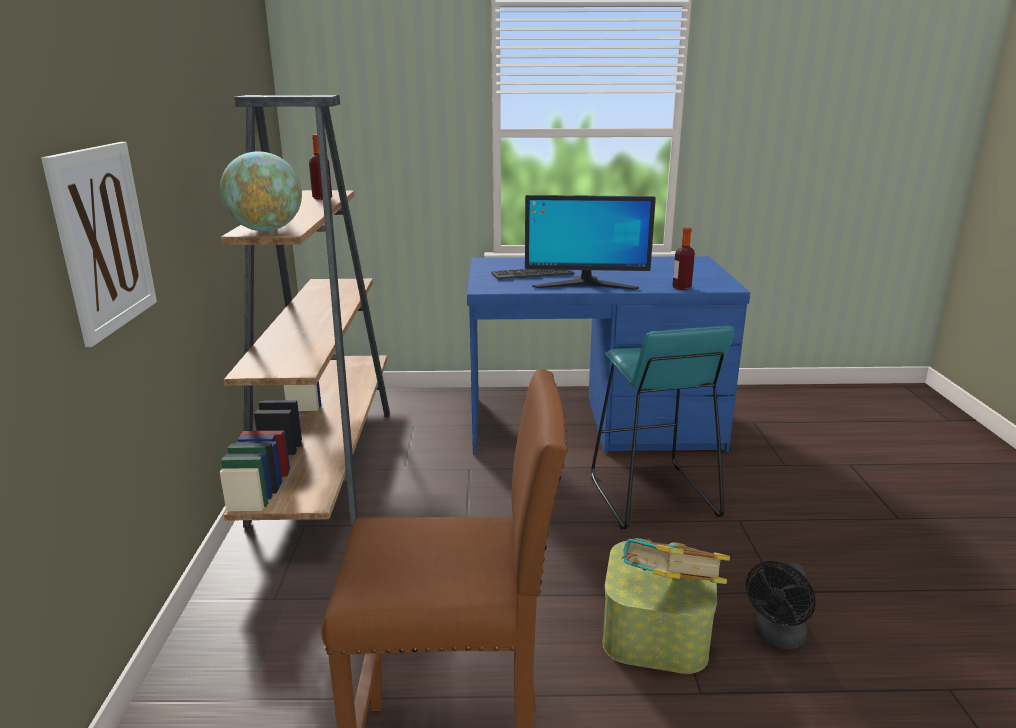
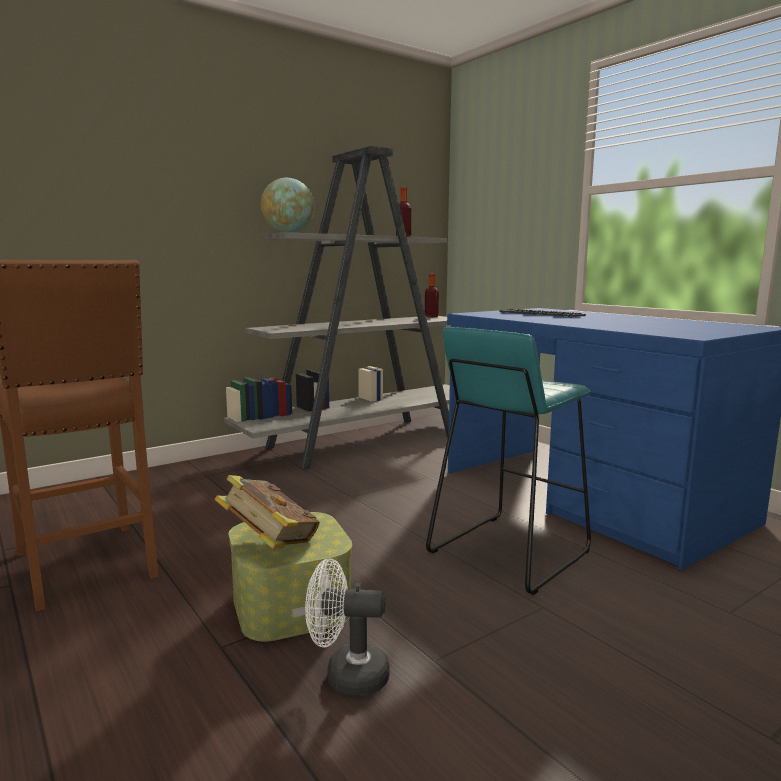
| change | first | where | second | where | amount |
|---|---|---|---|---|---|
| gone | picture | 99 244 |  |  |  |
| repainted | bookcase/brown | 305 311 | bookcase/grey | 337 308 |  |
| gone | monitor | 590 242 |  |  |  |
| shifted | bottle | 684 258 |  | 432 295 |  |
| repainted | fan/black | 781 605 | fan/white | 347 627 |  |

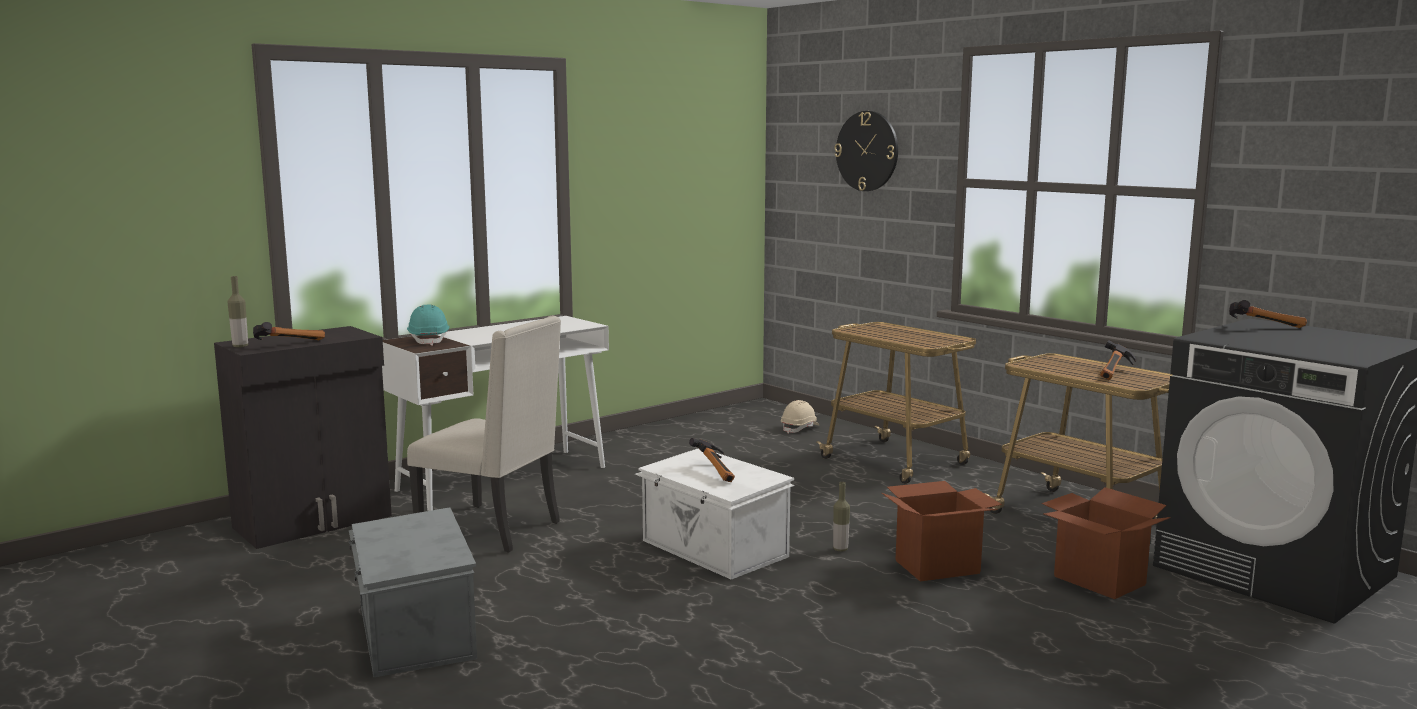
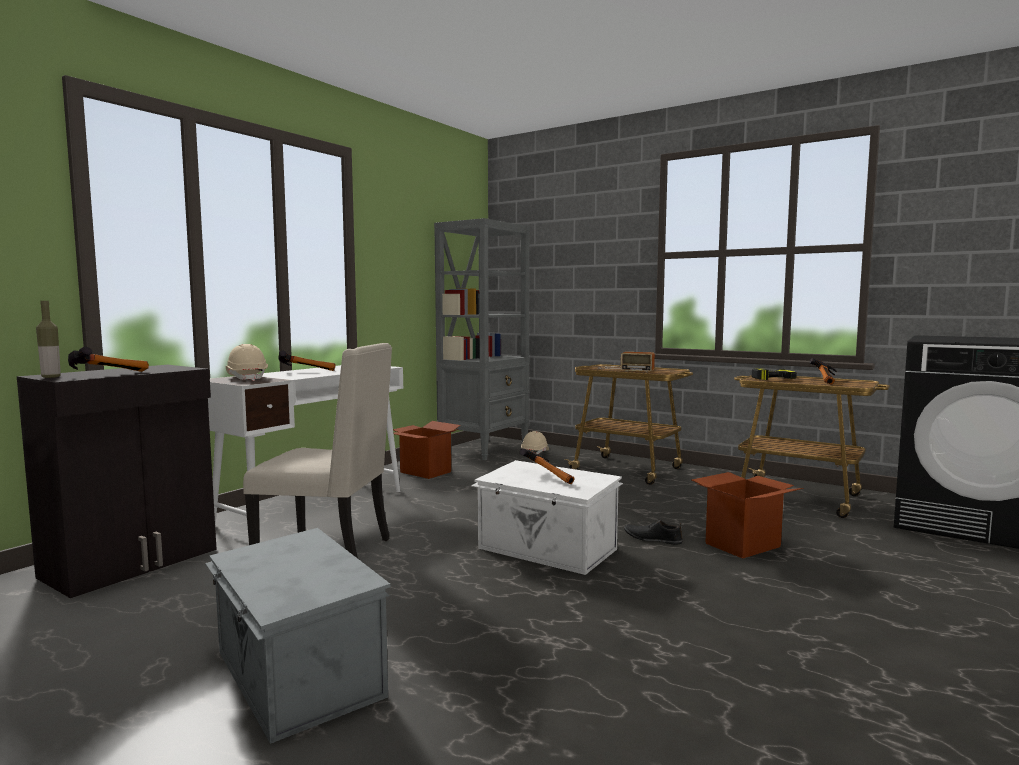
| change | first | where | second | where | amount |
|---|---|---|---|---|---|
| repainted | hard hat/turquoise | 428 325 | hard hat/beige | 247 362 |  |
| swapped | bottle | 841 516 | shoe/black | 653 532 |  |
| gone | wall clock | 866 151 |  |  |  |
| shifted | cardboard box | 1106 543 |  | 427 450 |  |
| shifted | hammer | 1268 314 |  | 307 361 |  |
| new |  |  | bookcase/grey | 482 339 |  |
| new |  |  | radio | 626 362 |  |
| new |  |  | power drill | 774 374 |  |

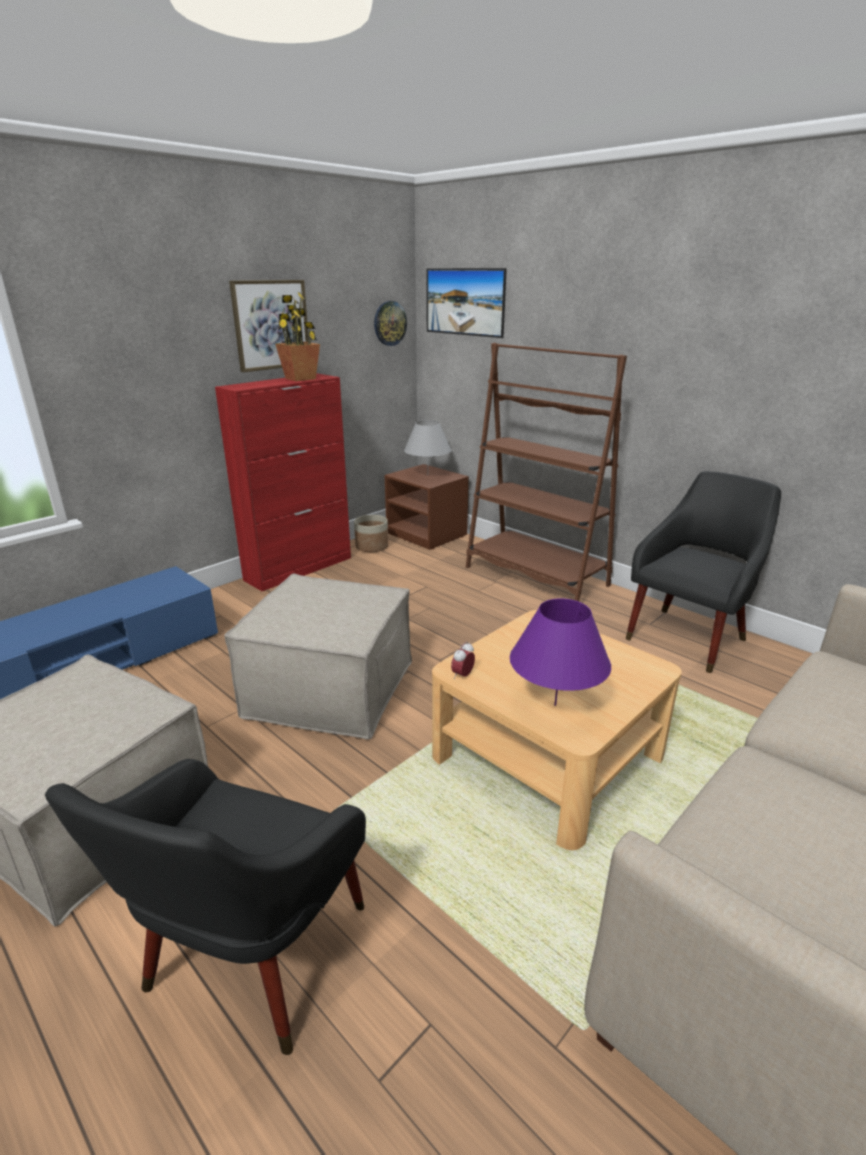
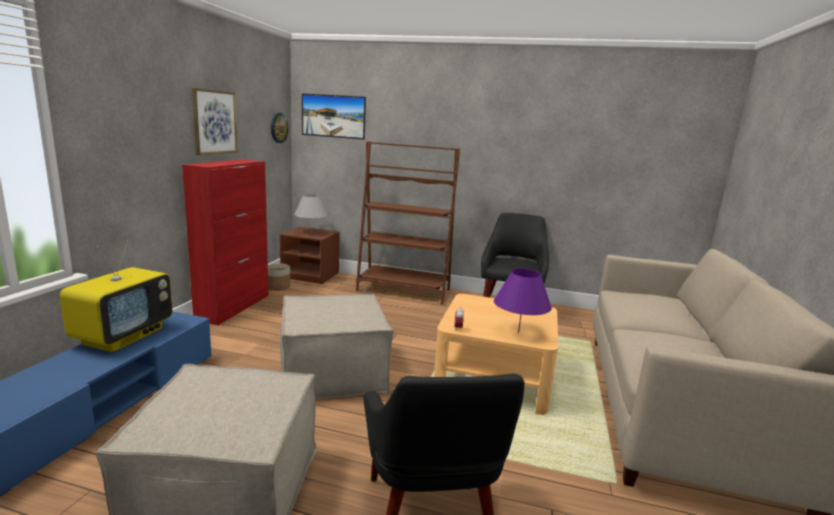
| change | first | where | second | where | amount |
|---|---|---|---|---|---|
| gone | potted plant | 297 336 |  |  |  |
| new |  |  | television | 116 296 |  |

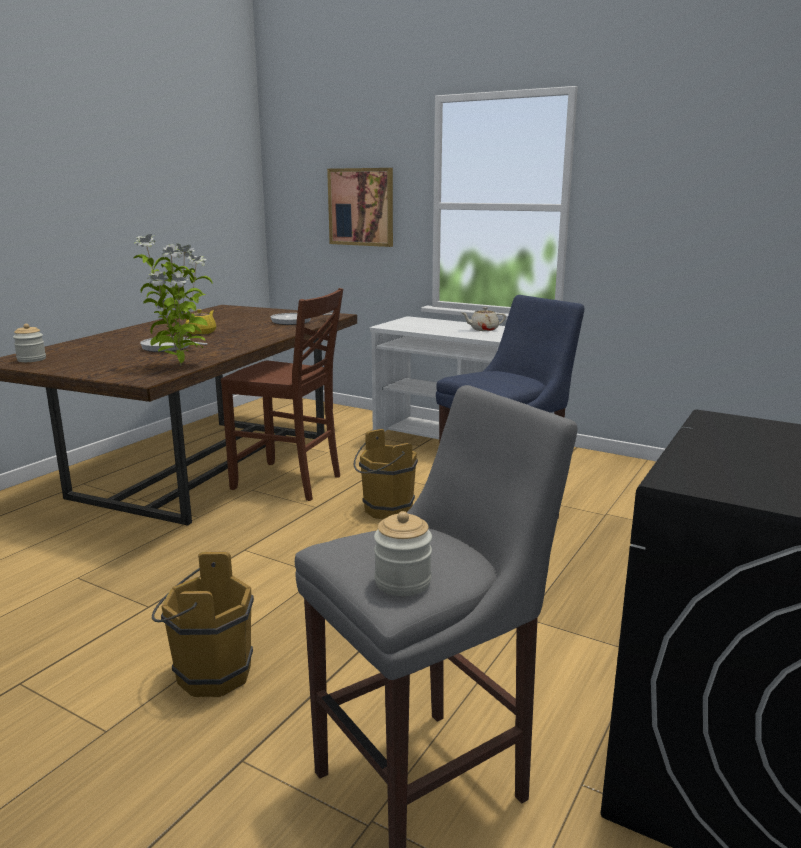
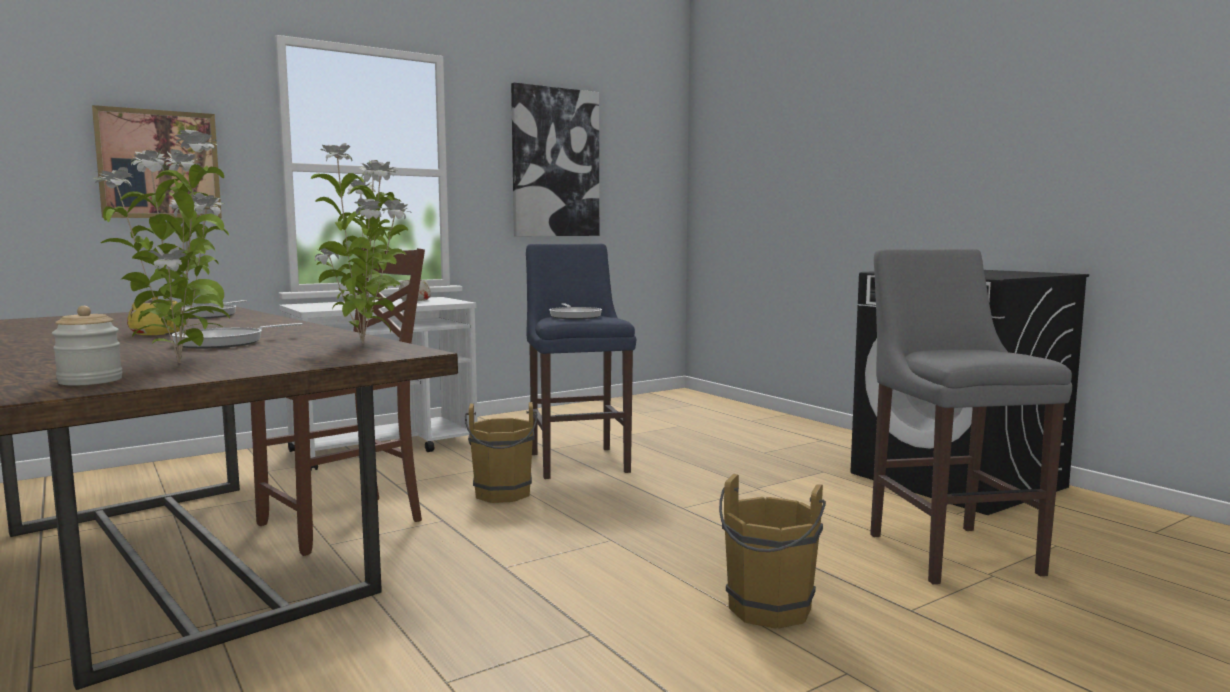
| change | first | where | second | where | amount |
|---|---|---|---|---|---|
| gone | jar | 403 553 |  |  |  |
| new |  |  | potted plant | 162 246 |  |
| new |  |  | picture | 555 159 |  |
| new |  |  | frying pan | 575 311 |  |

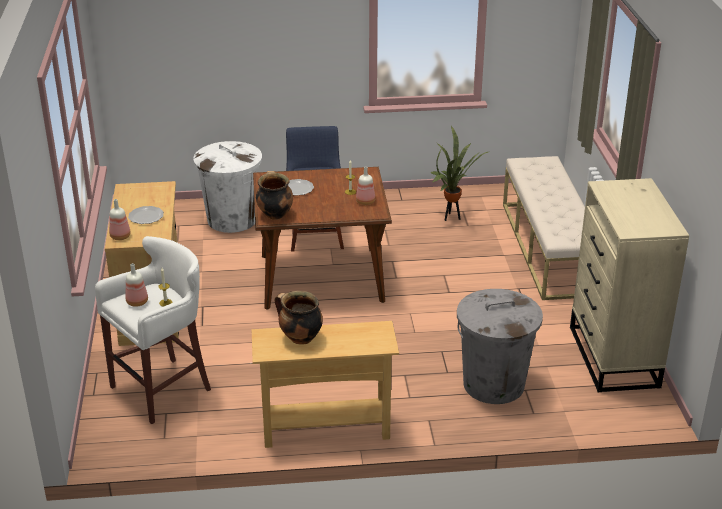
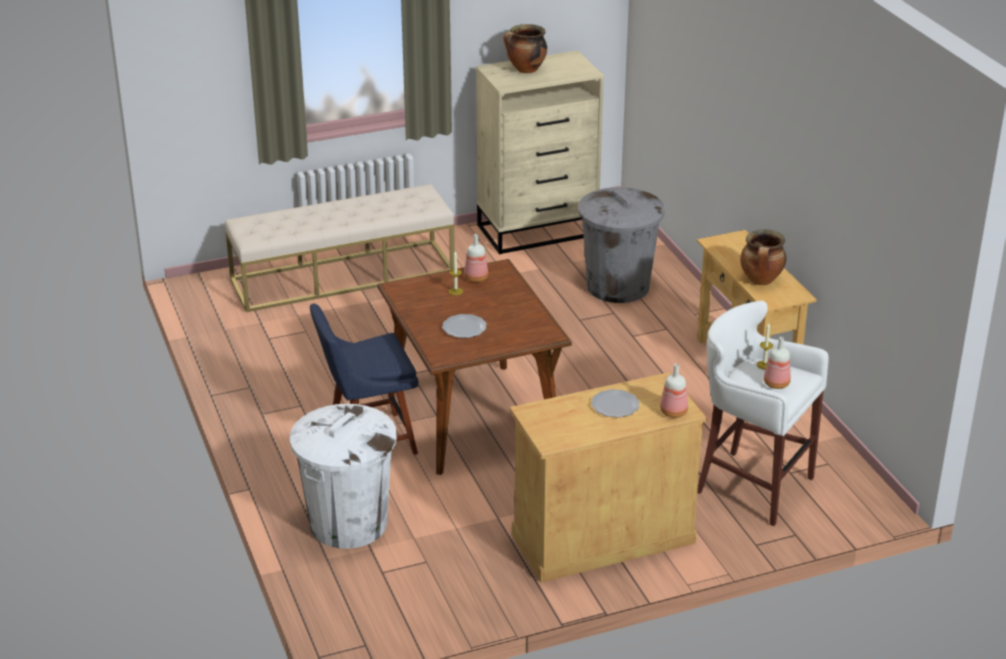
| change | first | where | second | where | amount |
|---|---|---|---|---|---|
| shifted | cooking pot | 274 195 |  | 525 48 |  |
| gone | potted plant | 459 173 |  |  |  |

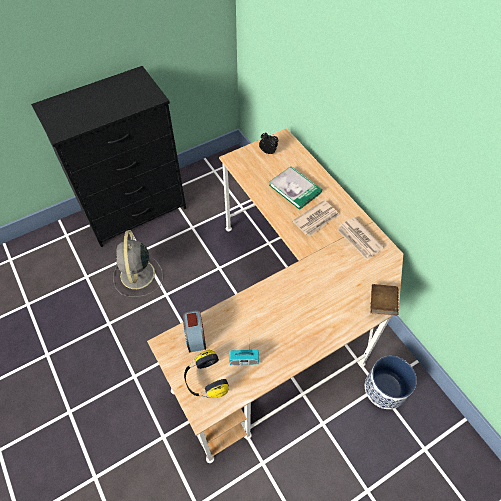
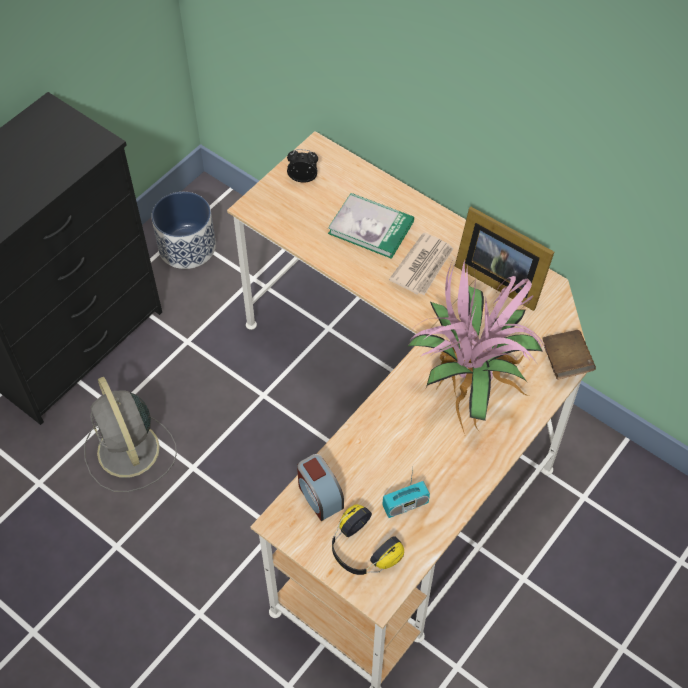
| change | first | where | second | where | amount |
|---|---|---|---|---|---|
| swapped | newspaper | 360 238 | picture frame | 504 259 |  |
| shifted | planter | 391 382 |  | 183 230 |  |
| new |  |  | potted plant | 477 346 |  |

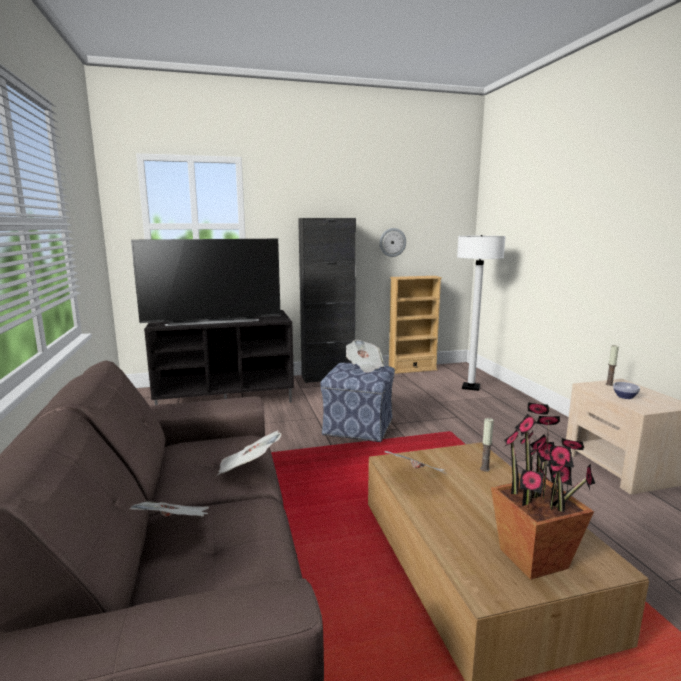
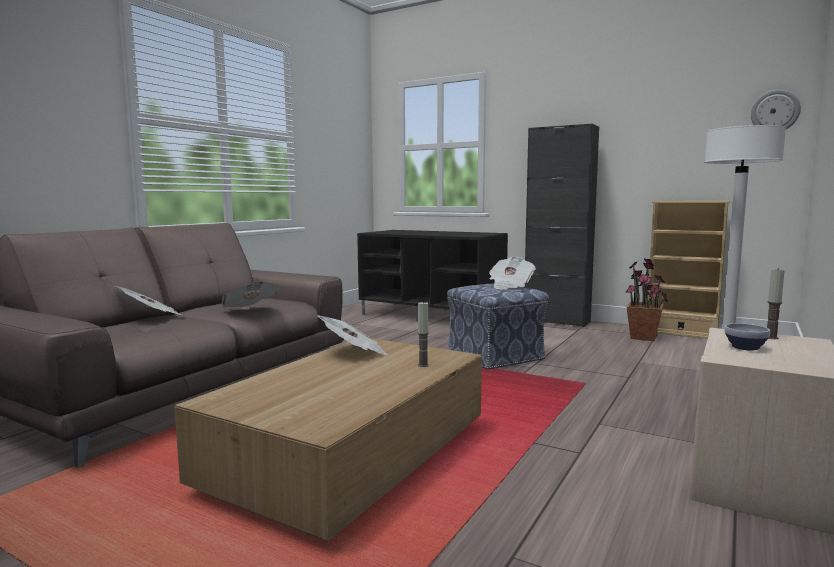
| change | first | where | second | where | amount |
|---|---|---|---|---|---|
| gone | television | 206 282 |  |  |  |
| shifted | wall clock | 393 242 |  | 776 109 |  |
| shifted | potted plant | 543 491 |  | 647 300 |  |

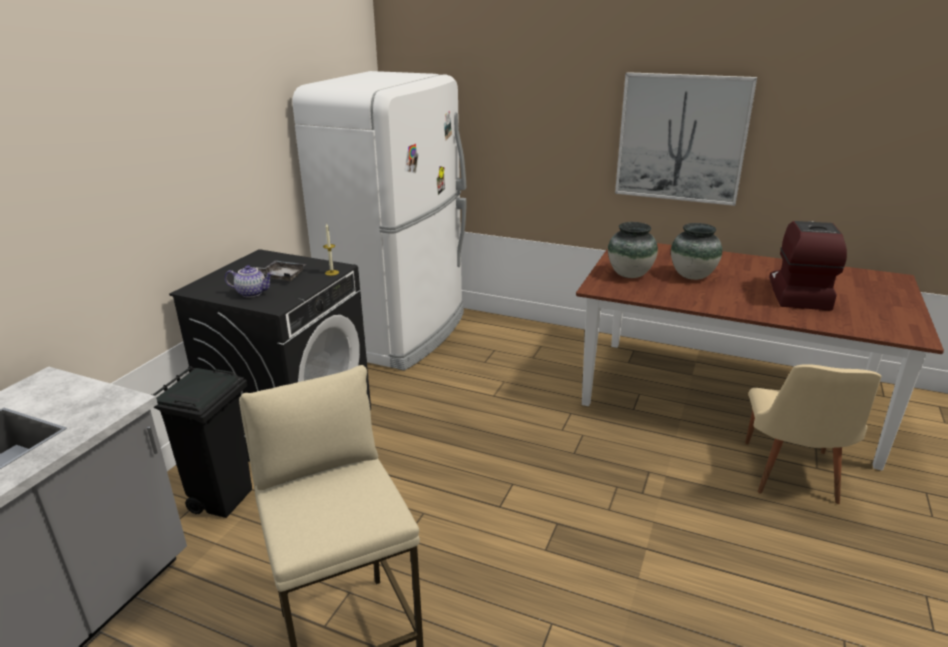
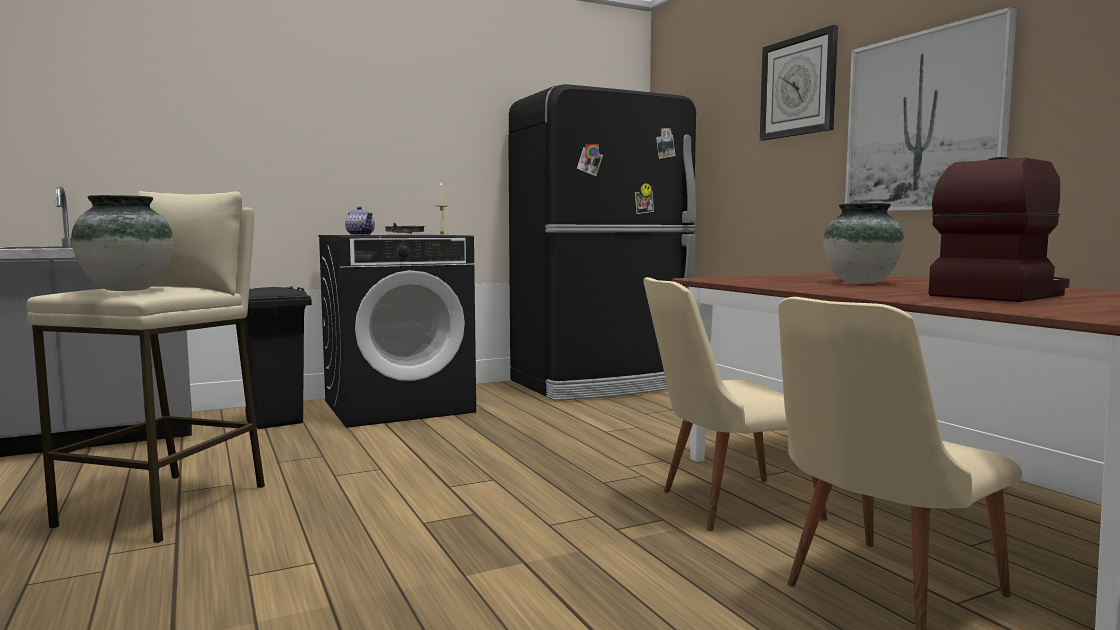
| change | first | where | second | where | amount |
|---|---|---|---|---|---|
| repainted | fridge/white | 380 221 | fridge/black | 602 242 |  |
| shifted | vase | 633 250 |  | 122 243 |  |
| new |  |  | chair/beige | 735 404 |  |
| new |  |  | wall clock | 799 83 |  |

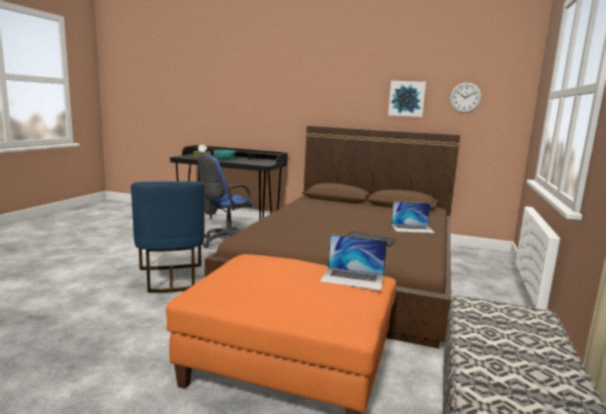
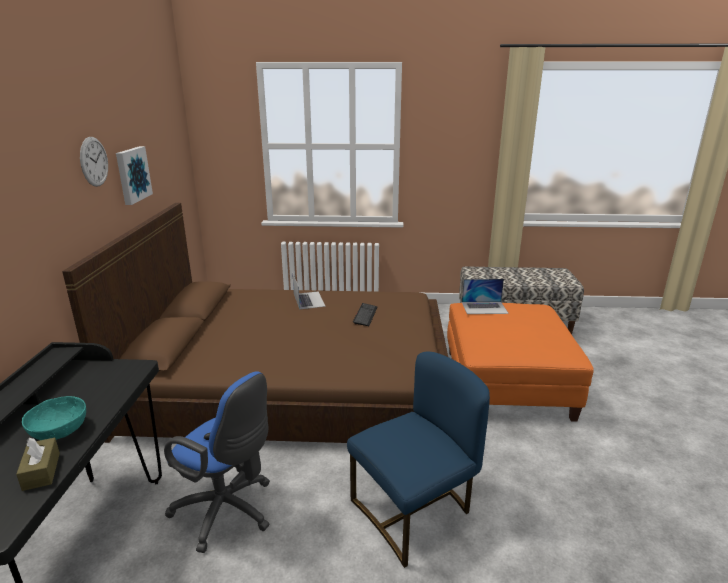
| change | first | where | second | where | amount |
|---|---|---|---|---|---|
| rotated | laptop | 353 262 |  | 485 296 | 90 degrees clockwise |
| shifted | wall clock | 466 97 |  | 94 162 |  |

